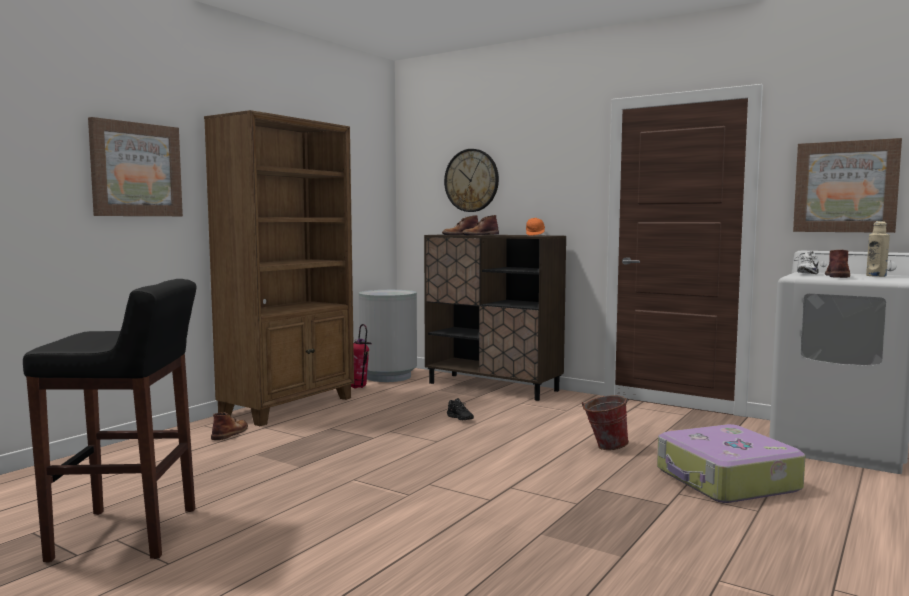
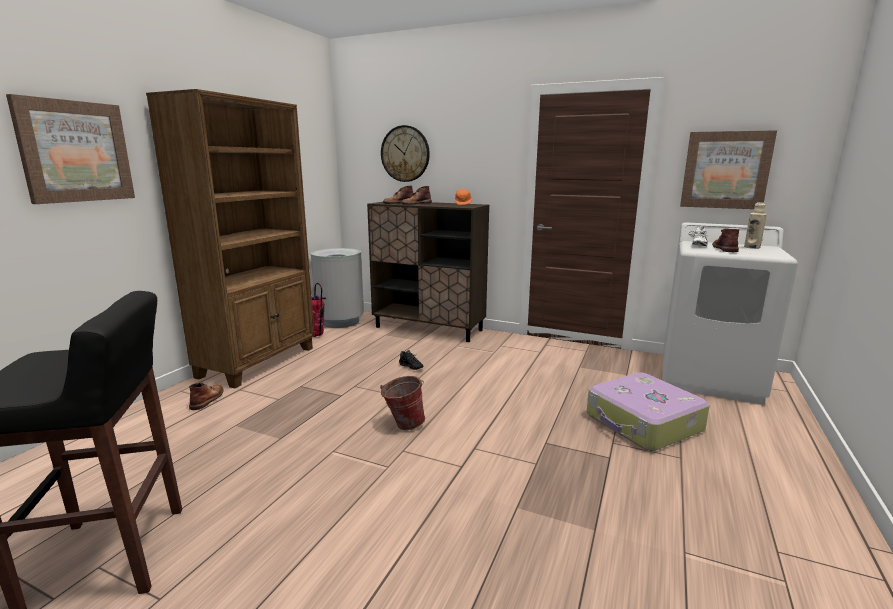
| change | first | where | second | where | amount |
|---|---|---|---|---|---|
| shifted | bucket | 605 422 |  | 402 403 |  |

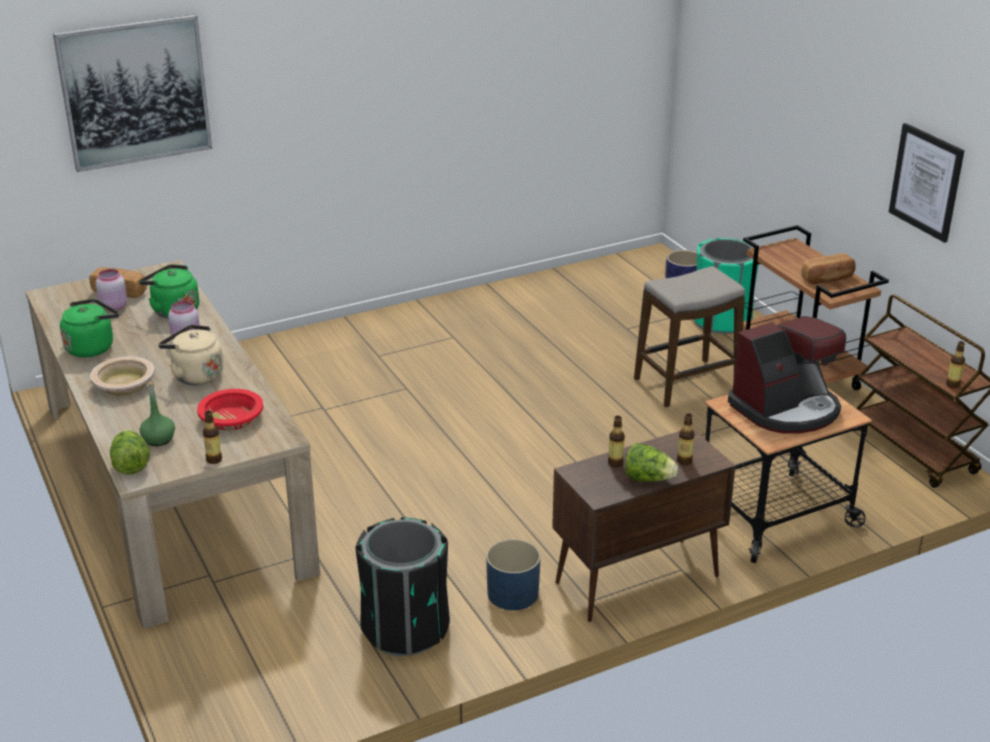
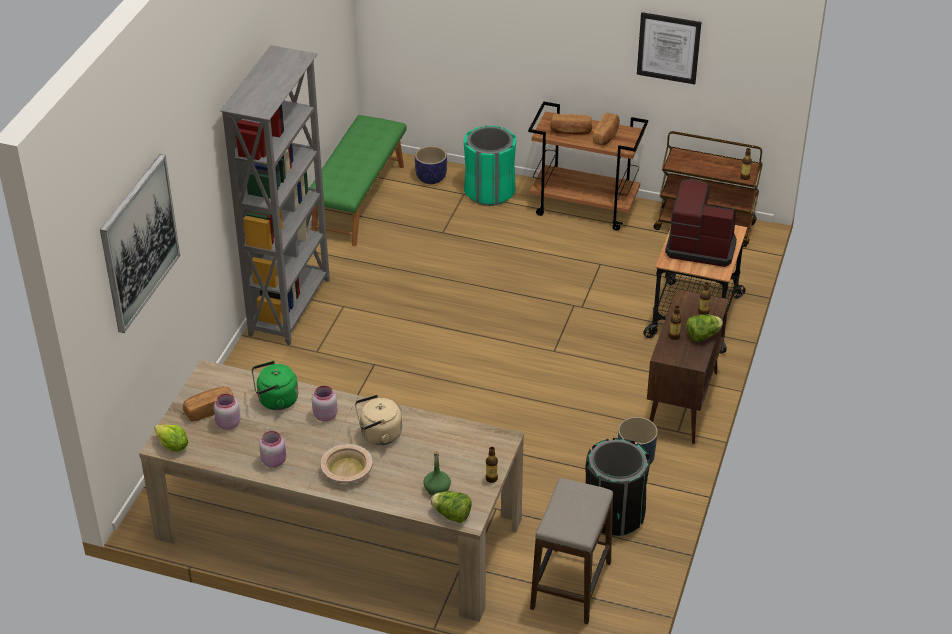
| change | first | where | second | where | amount |
|---|---|---|---|---|---|
| swapped | kettle/green | 89 328 | jar/pink | 272 449 |  |
| gone | bowl/red | 230 409 |  |  |  |
| shifted | stool | 689 336 |  | 571 551 |  |
| rotated | coffee machine | 787 375 |  | 701 223 | 90 degrees counterclockwise |
| new |  |  | lettuce | 171 438 |  |
| new |  |  | bookcase/grey | 275 195 |  |
| new |  |  | bench/green | 358 180 |  |
| new |  |  | bread | 571 124 |  |

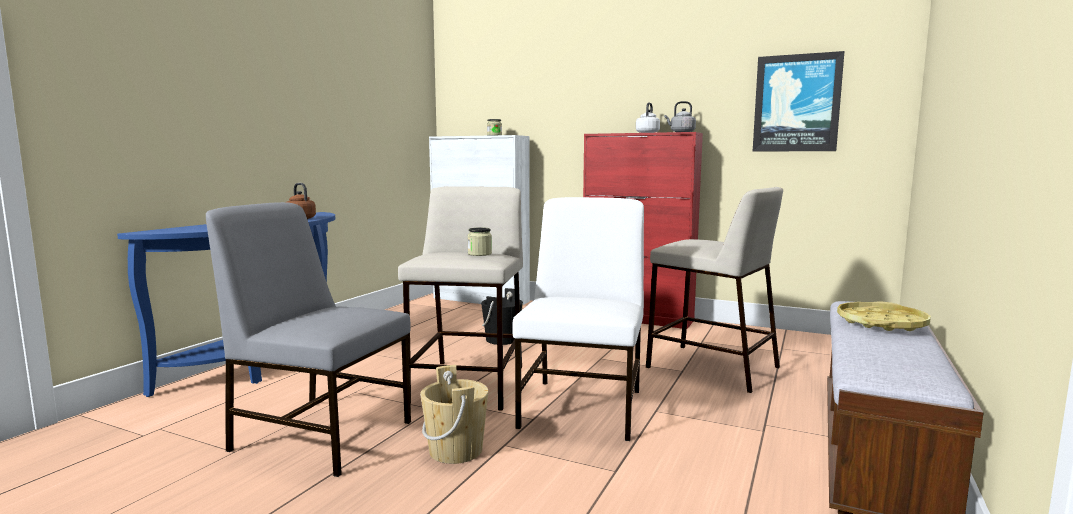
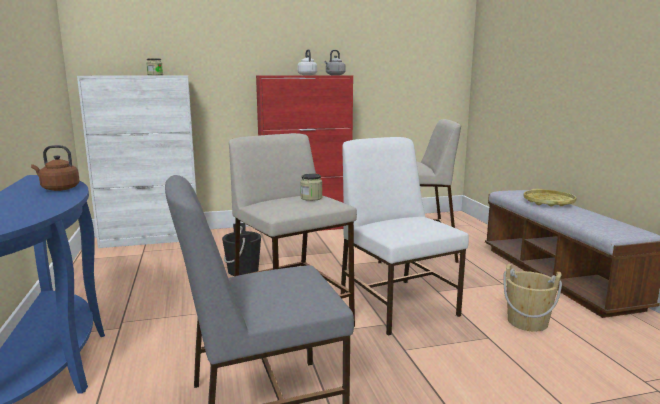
| change | first | where | second | where | amount |
|---|---|---|---|---|---|
| shifted | bucket/beige | 454 414 |  | 532 298 |  |
| gone | picture | 799 101 |  |  |  |

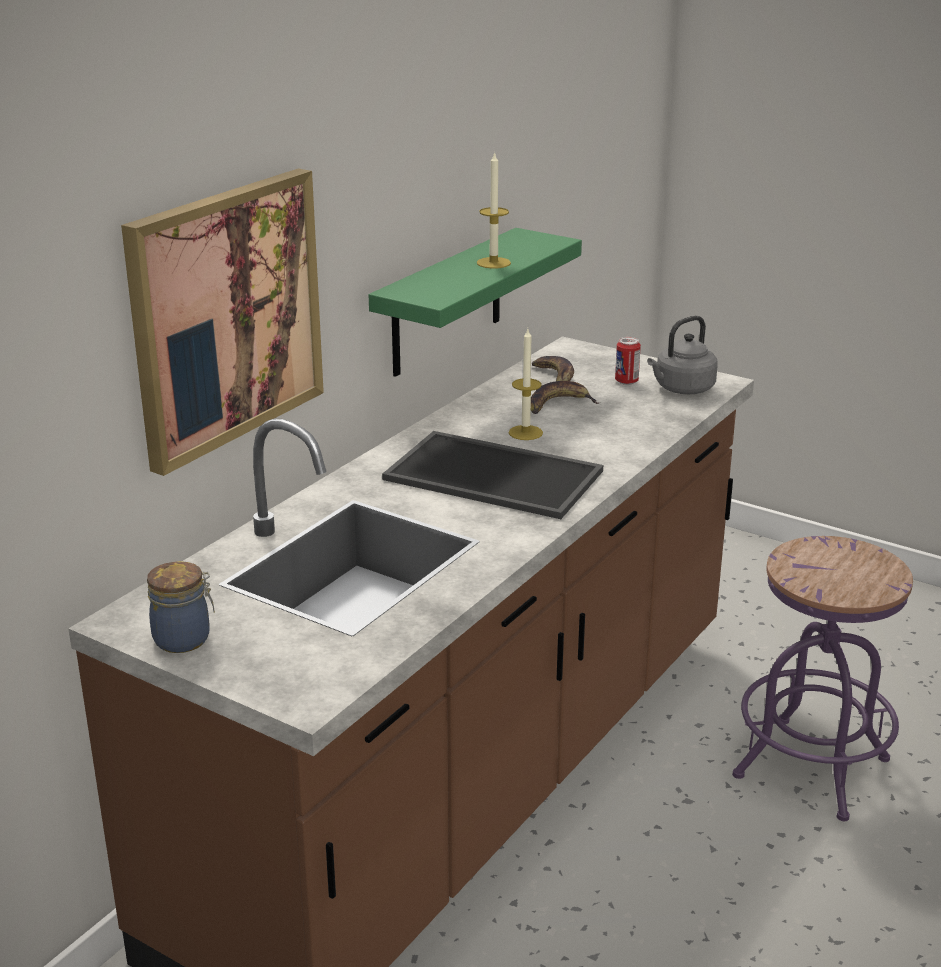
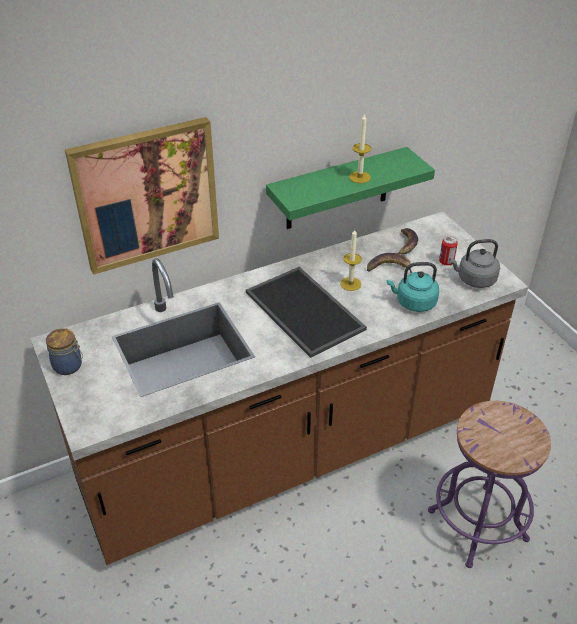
| change | first | where | second | where | amount |
|---|---|---|---|---|---|
| new |  |  | kettle/turquoise | 413 287 |  |

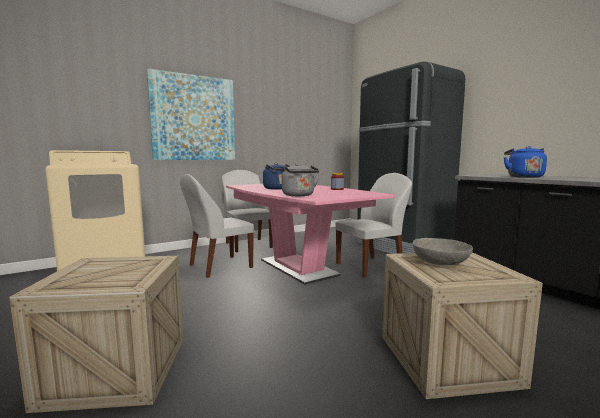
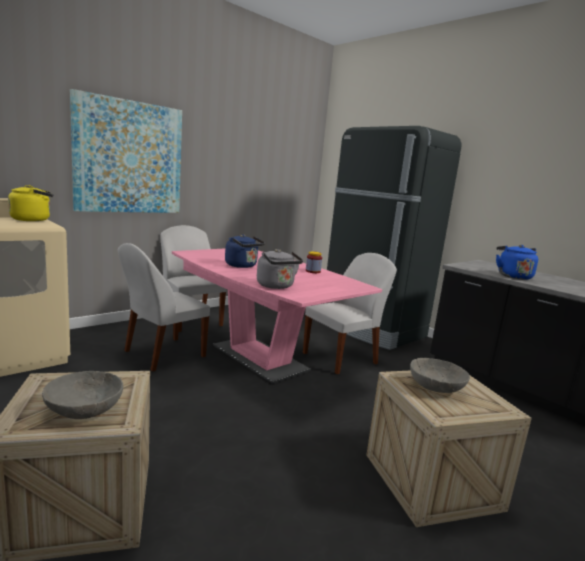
| change | first | where | second | where | amount |
|---|---|---|---|---|---|
| new |  |  | kettle/yellow | 31 203 |  |
| new |  |  | bowl/grey | 82 395 |  |

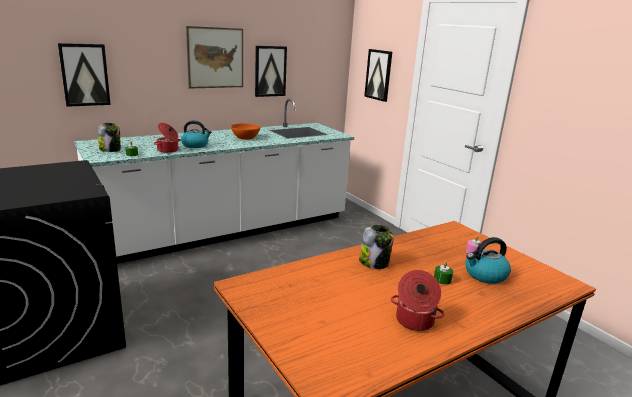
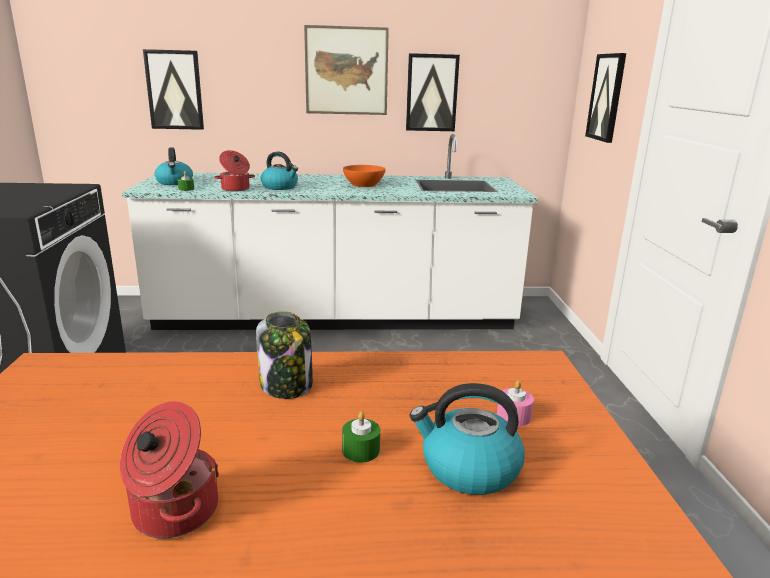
| change | first | where | second | where | amount |
|---|---|---|---|---|---|
| swapped | jar | 109 137 | kettle | 174 166 |  |

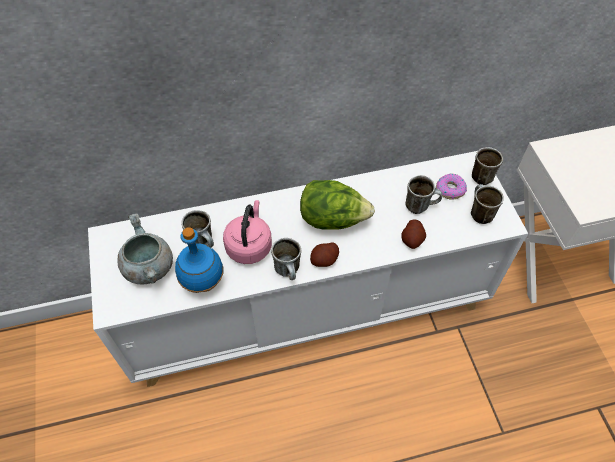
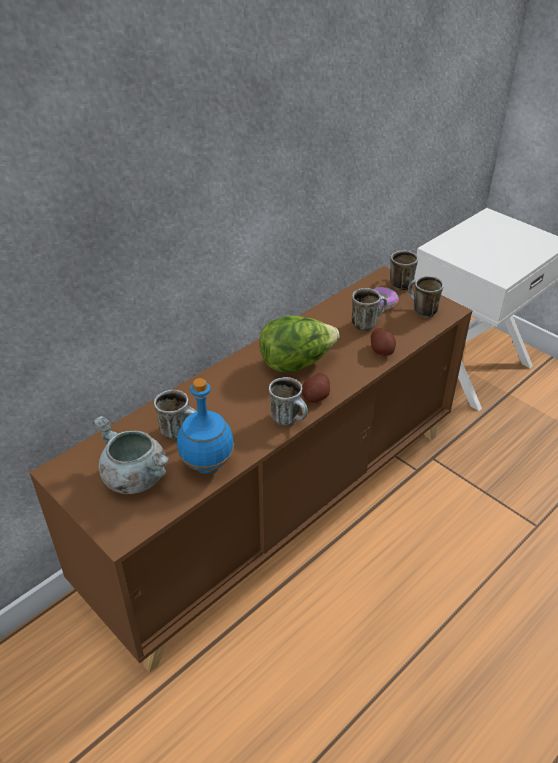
| change | first | where | second | where | amount |
|---|---|---|---|---|---|
| repainted | cabinet/white | 308 269 | cabinet/brown | 251 469 |  |
| gone | kettle/pink | 247 232 |  |  |  |

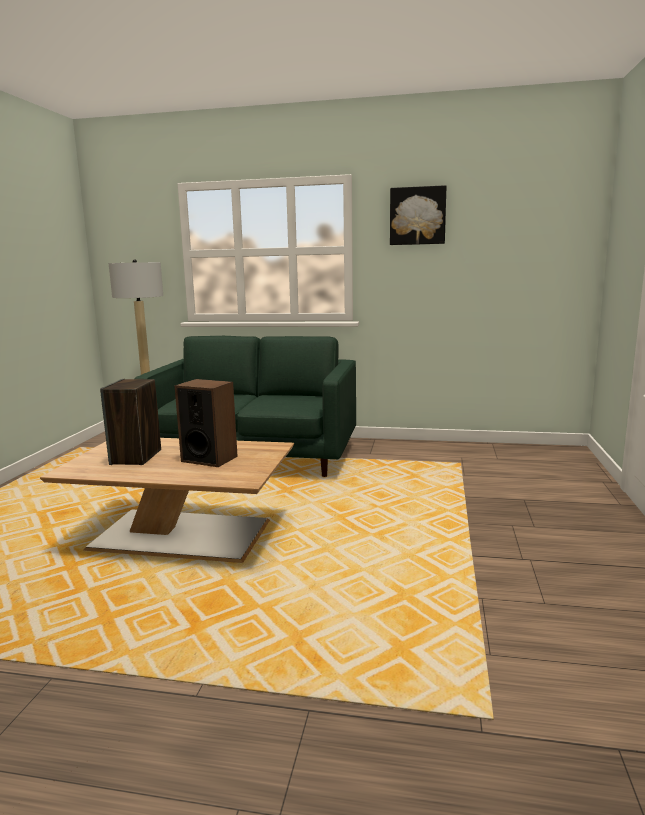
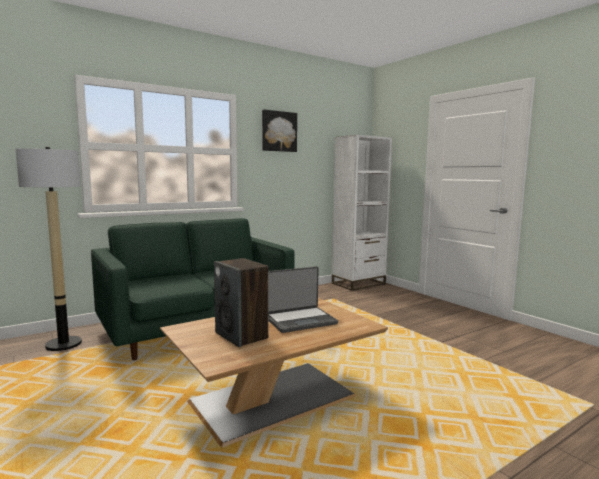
| change | first | where | second | where | amount |
|---|---|---|---|---|---|
| swapped | speaker | 206 423 | laptop | 303 299 |  |
| new |  |  | bookcase/white | 362 213 |  |

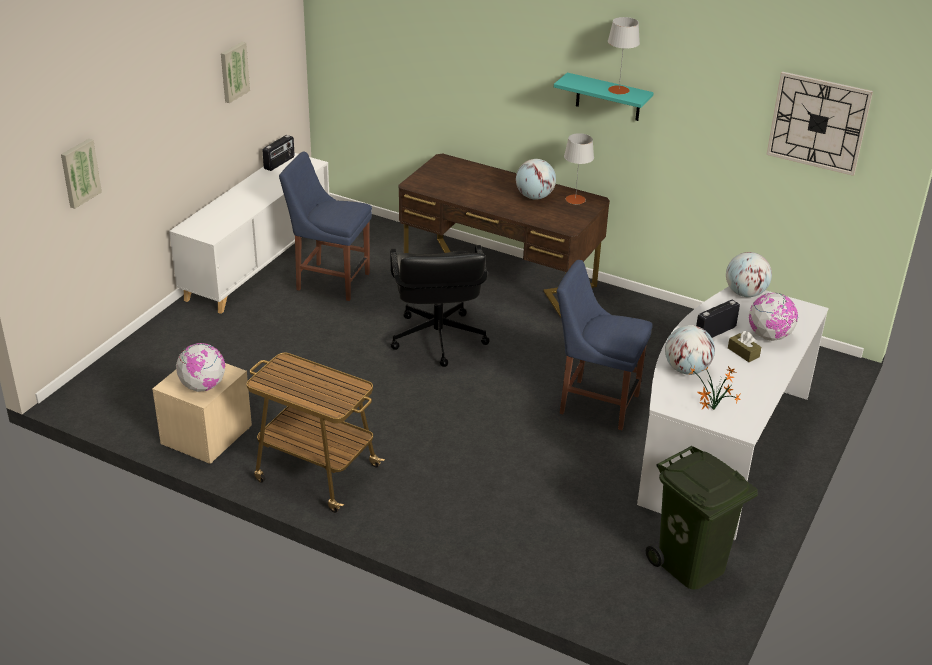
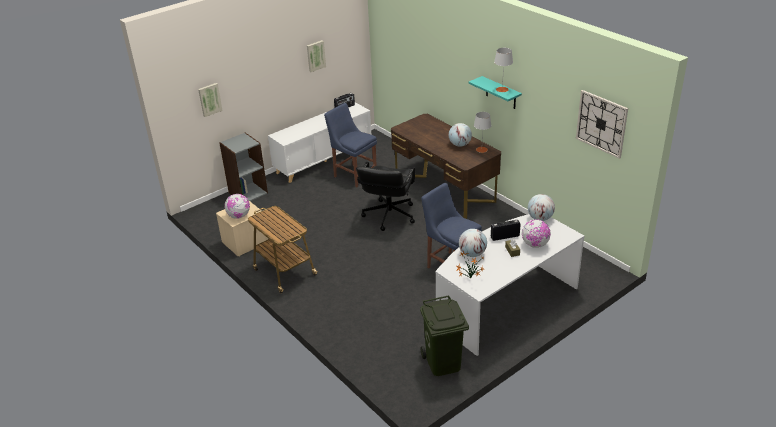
| change | first | where | second | where | amount |
|---|---|---|---|---|---|
| new |  |  | bookcase/grey | 243 167 |  |

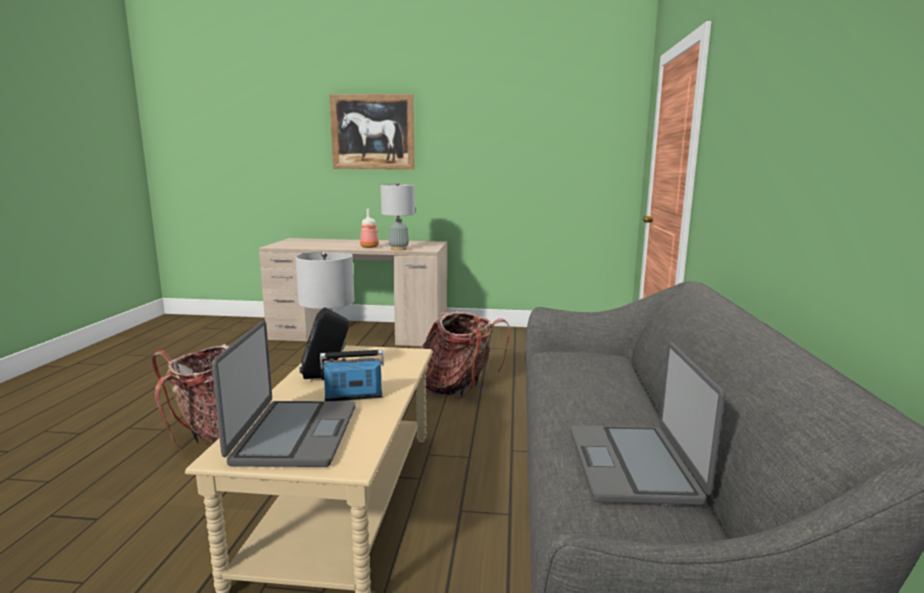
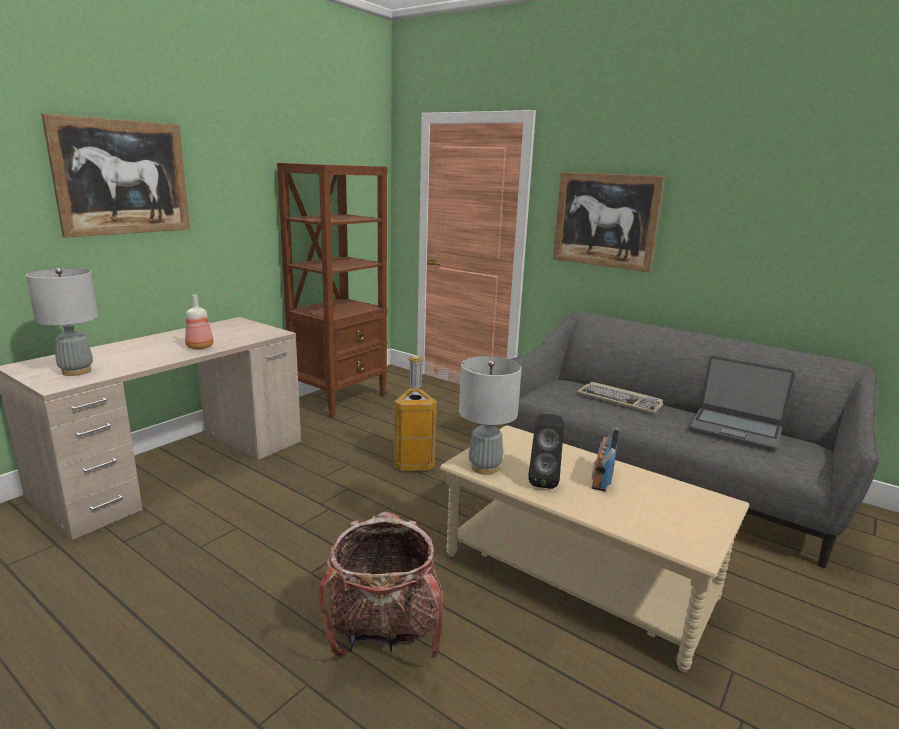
| change | first | where | second | where | amount |
|---|---|---|---|---|---|
| gone | laptop | 284 393 |  |  |  |
| shifted | table lamp/grey | 398 216 |  | 62 322 |  |
| swapped | backpack | 465 355 | trash can | 415 413 |  |
| new |  |  | bookcase/brown | 332 290 |  |
| new |  |  | picture | 609 222 |  |
| new |  |  | keyboard | 620 398 |  |

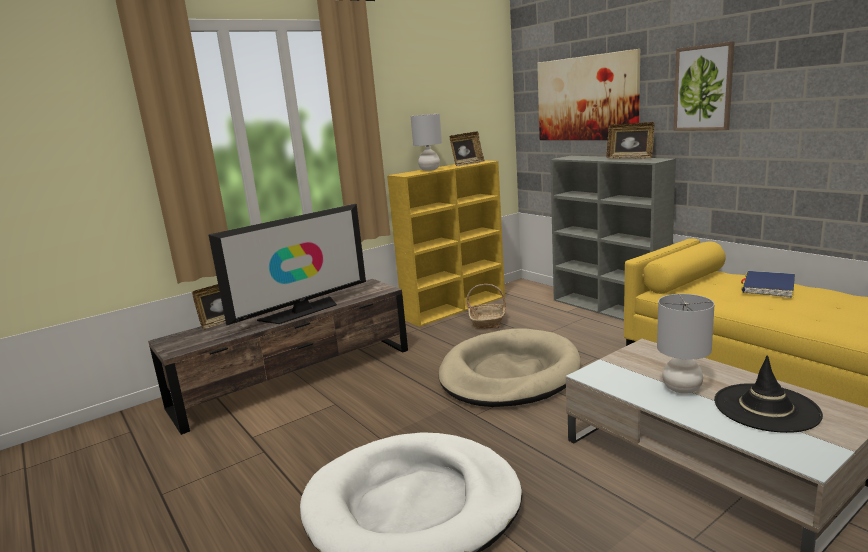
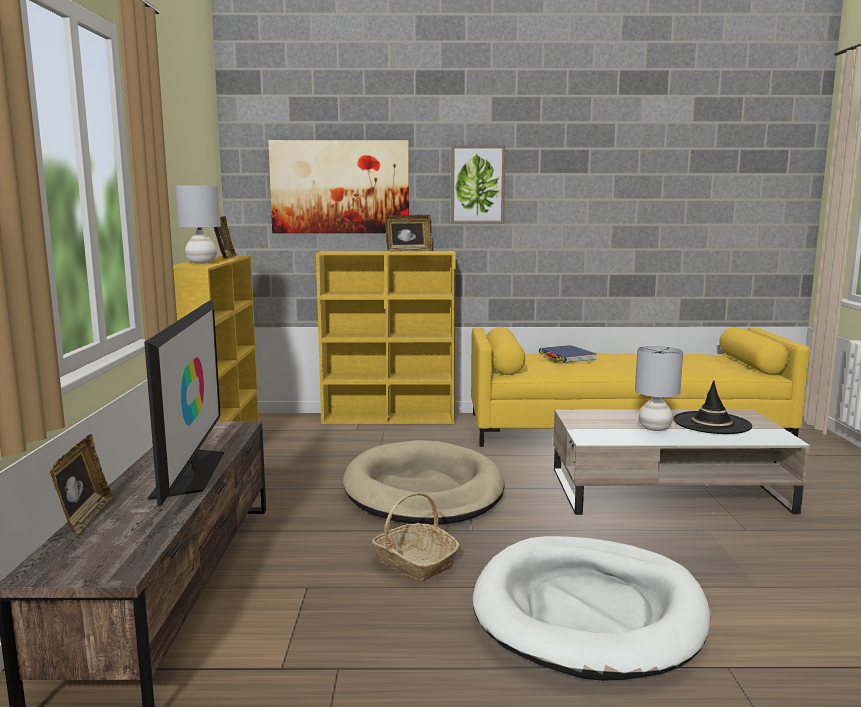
| change | first | where | second | where | amount |
|---|---|---|---|---|---|
| shifted | basket | 486 306 |  | 416 536 |  |
| repainted | bookcase/grey | 613 238 | bookcase/yellow | 386 337 |  |

